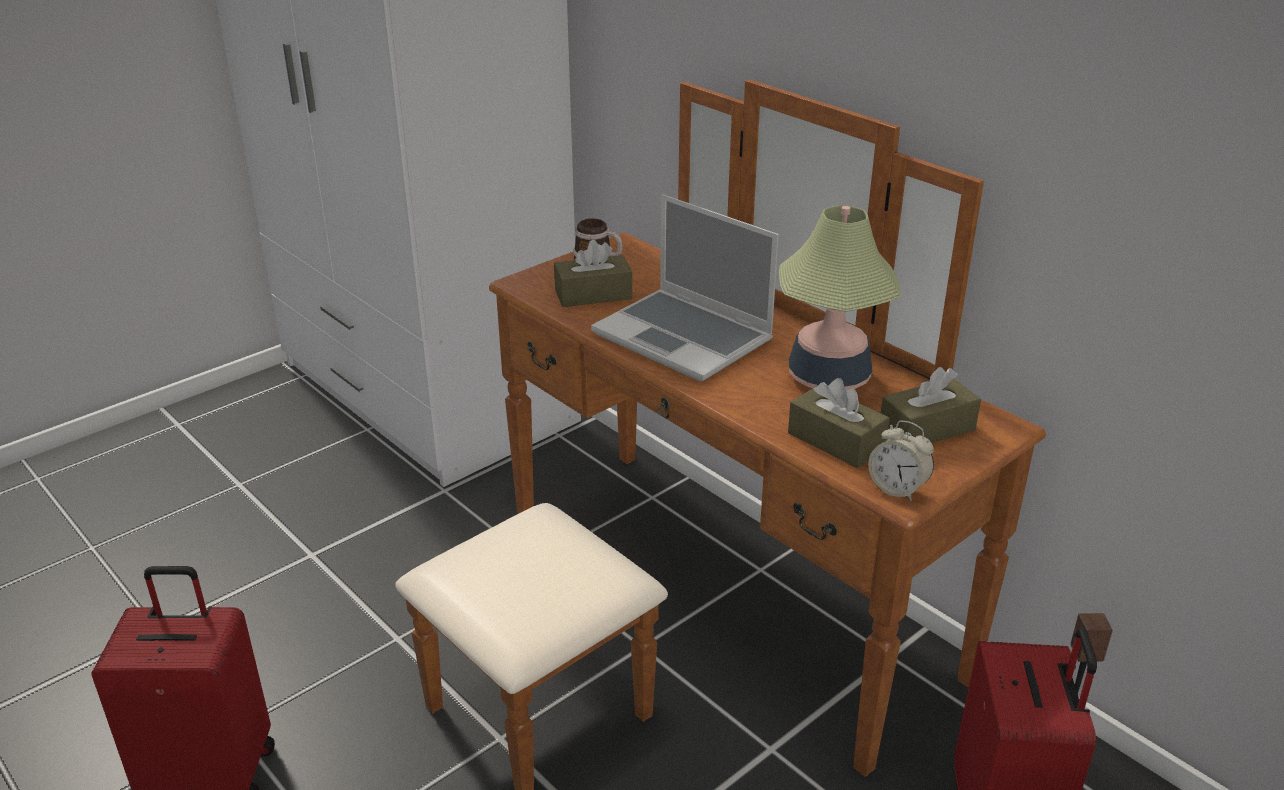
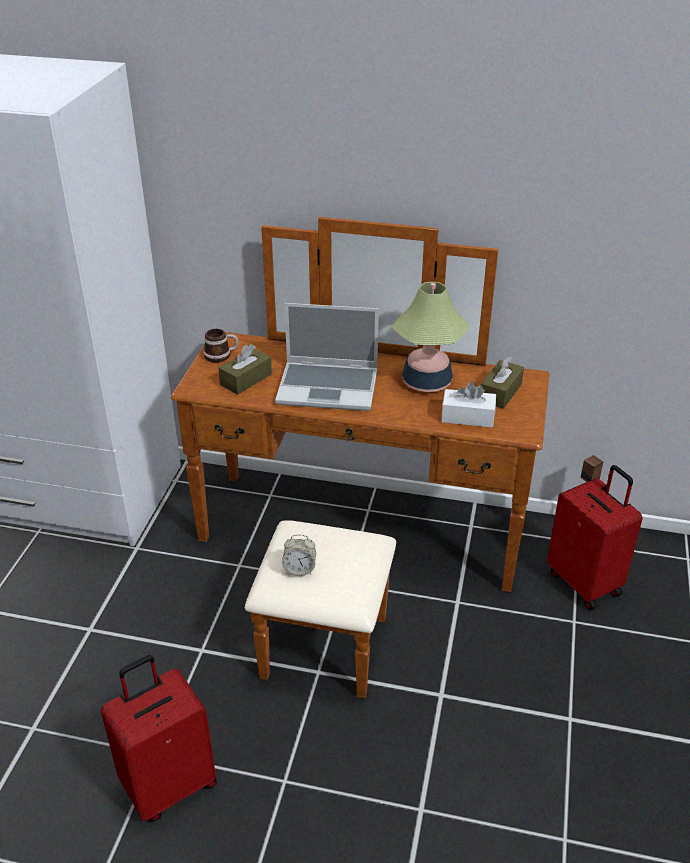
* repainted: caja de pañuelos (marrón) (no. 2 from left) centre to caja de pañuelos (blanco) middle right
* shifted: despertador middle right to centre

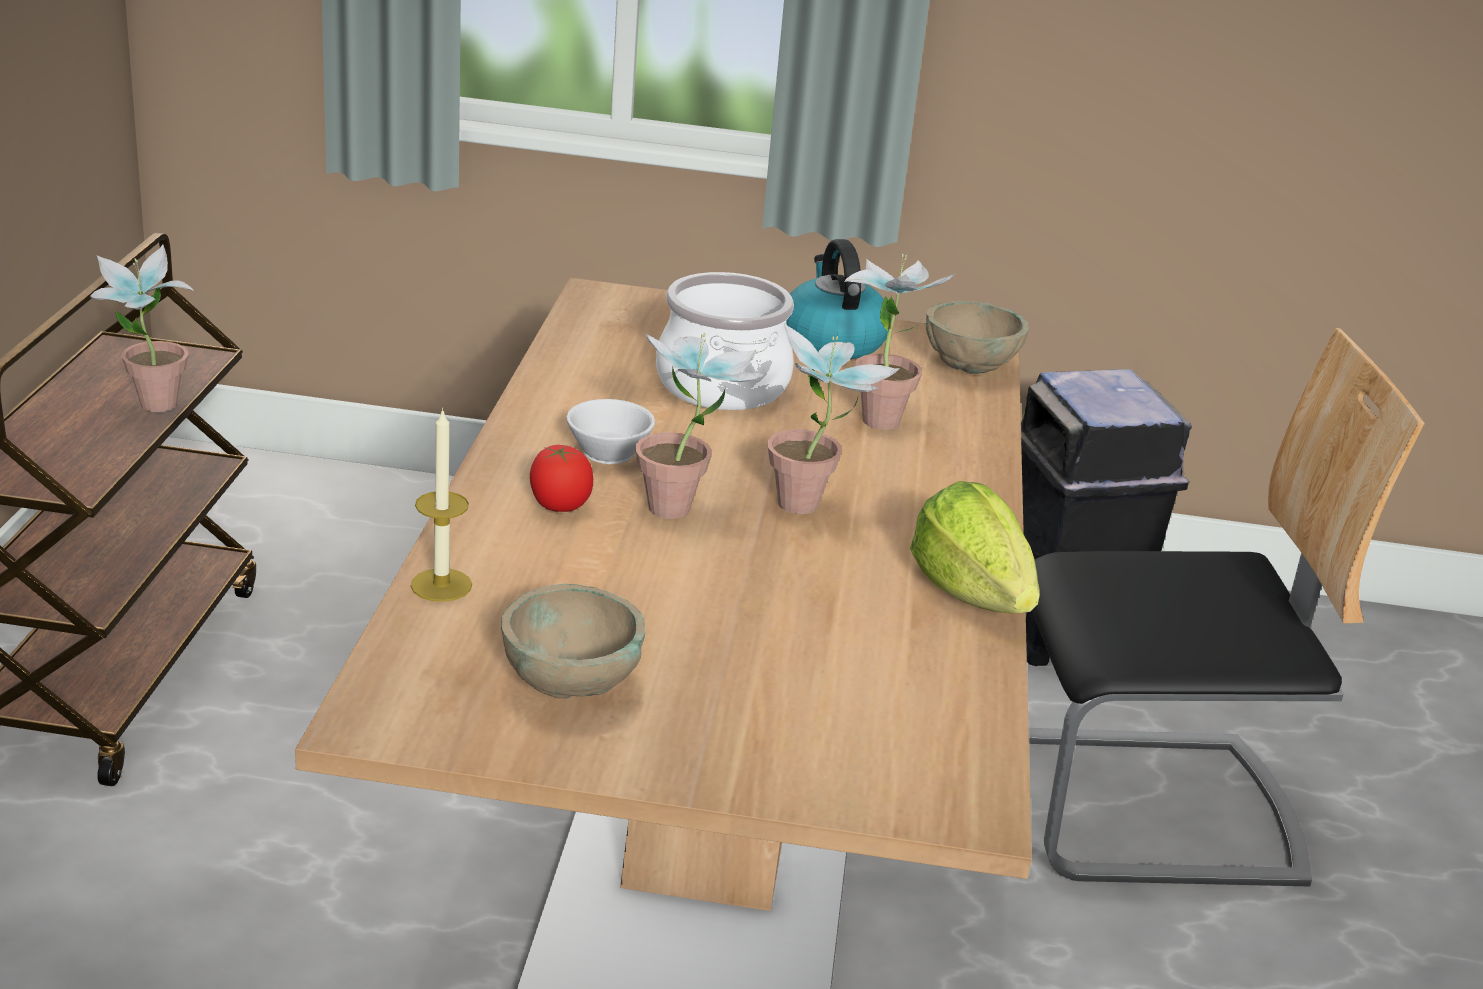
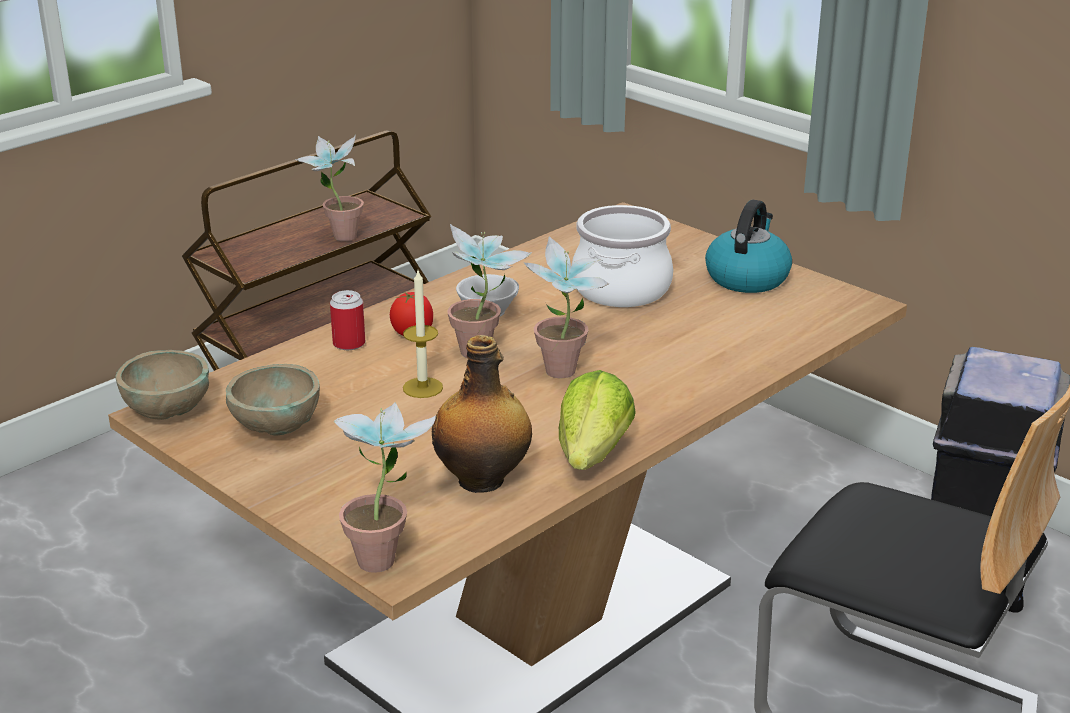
* shifted: vela middle left to centre
* shifted: planta en maceta (no. 4 from left in the first image) centre to planta en maceta (no. 2 from left) bottom centre
* shifted: cuenco (beis) (no. 2 from left in the first image) centre to cuenco (beis) (no. 1 from left) middle left
* new: lata middle left
* new: botella centre

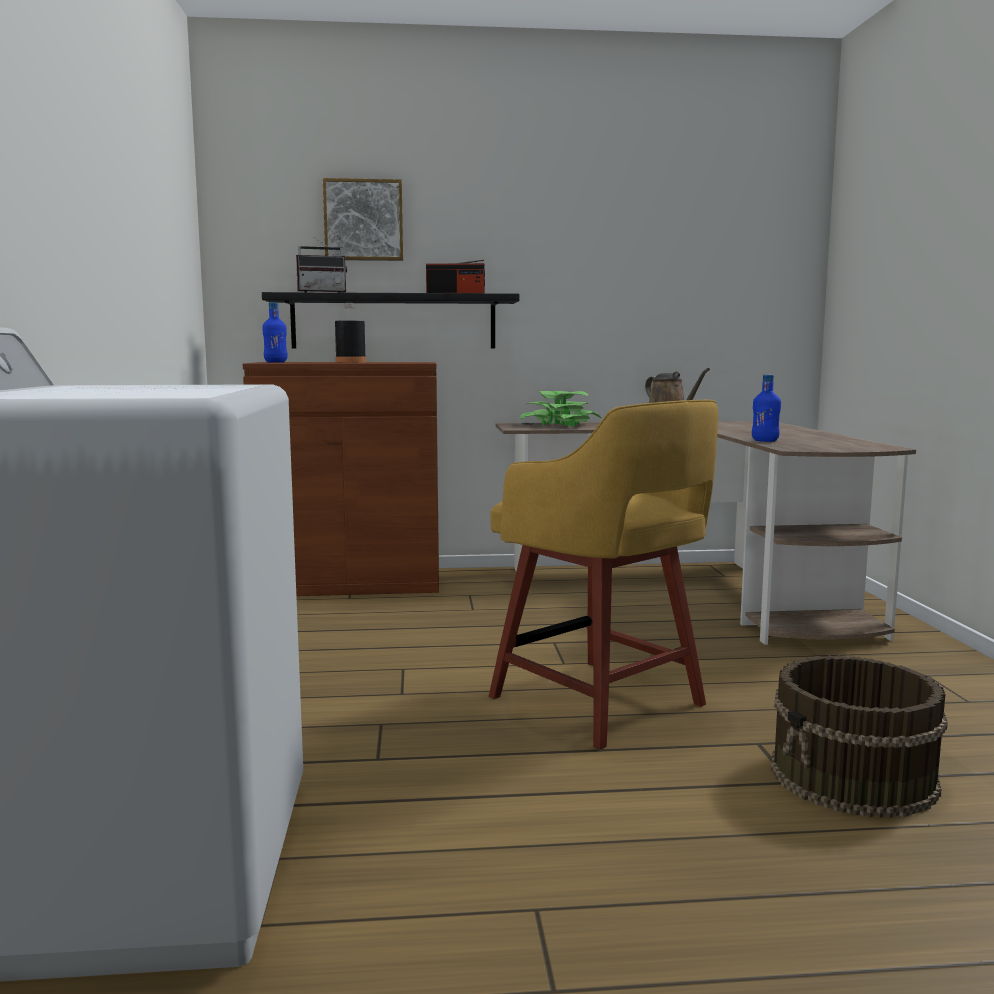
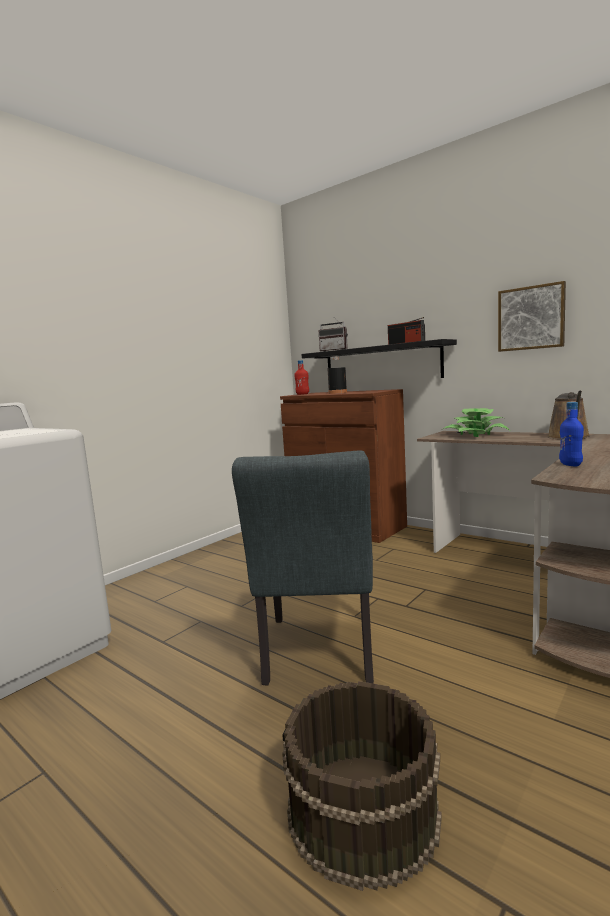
* repainted: botella (azul) (no. 1 from left) middle left to botella (rojo) centre
* shifted: cuadro top centre to middle right
* swapped: taburete (amarillo) centre to silla (gris) centre

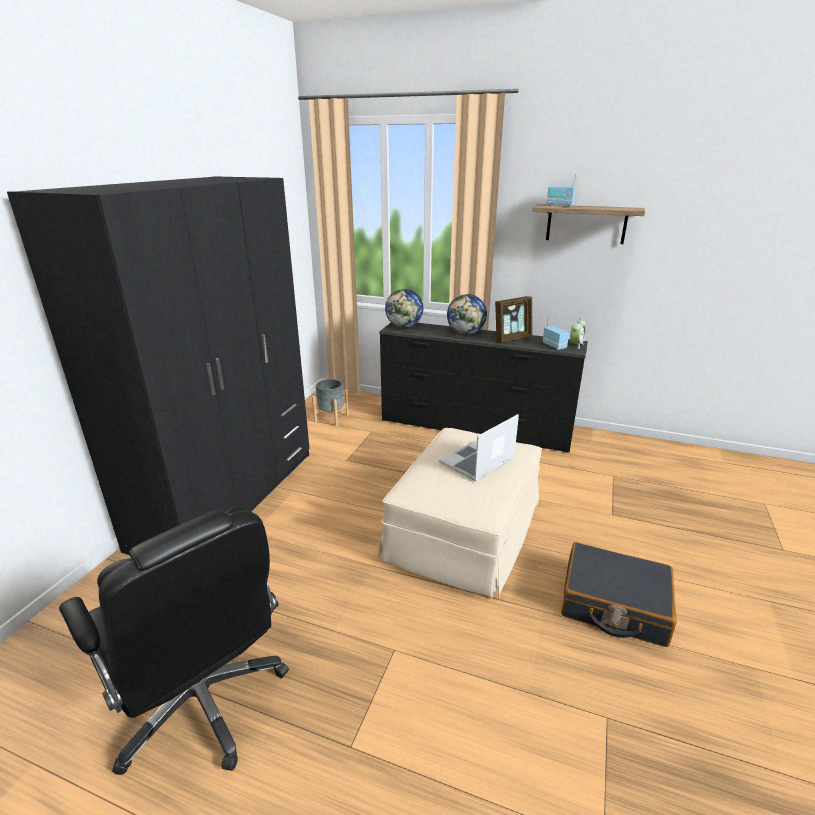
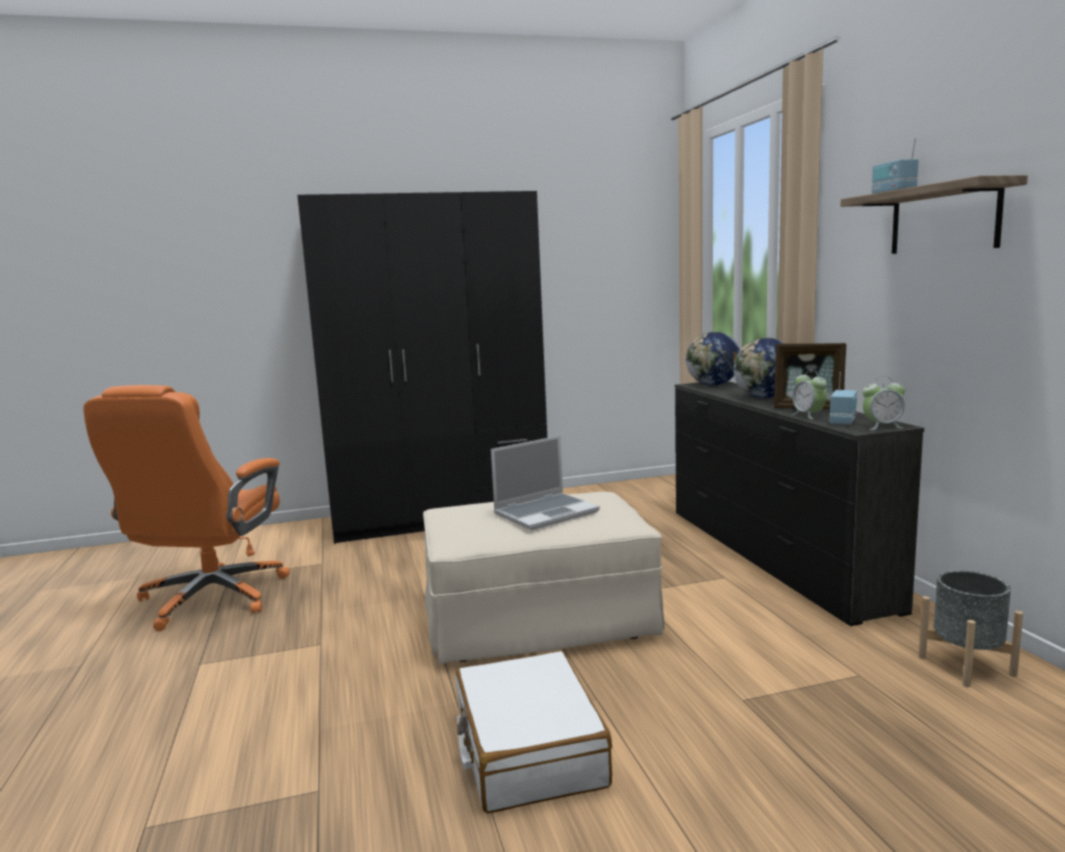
* repainted: silla de oficina (negro) bottom left to silla de oficina (naranja) middle left
* shifted: maceta (gris) centre to bottom right
* rotated: portátil centre = centre 135 degrees clockwise
* repainted: maleta (negro) bottom right to maleta (blanco) bottom centre
* new: despertador (no. 1 from left) middle right

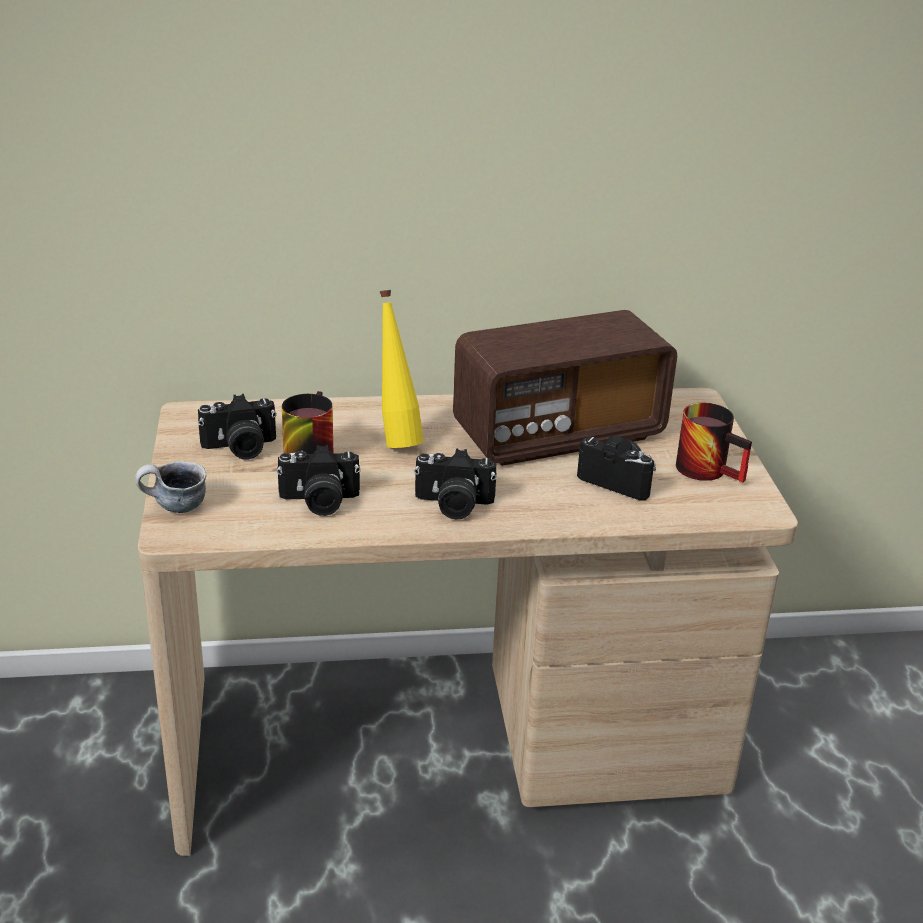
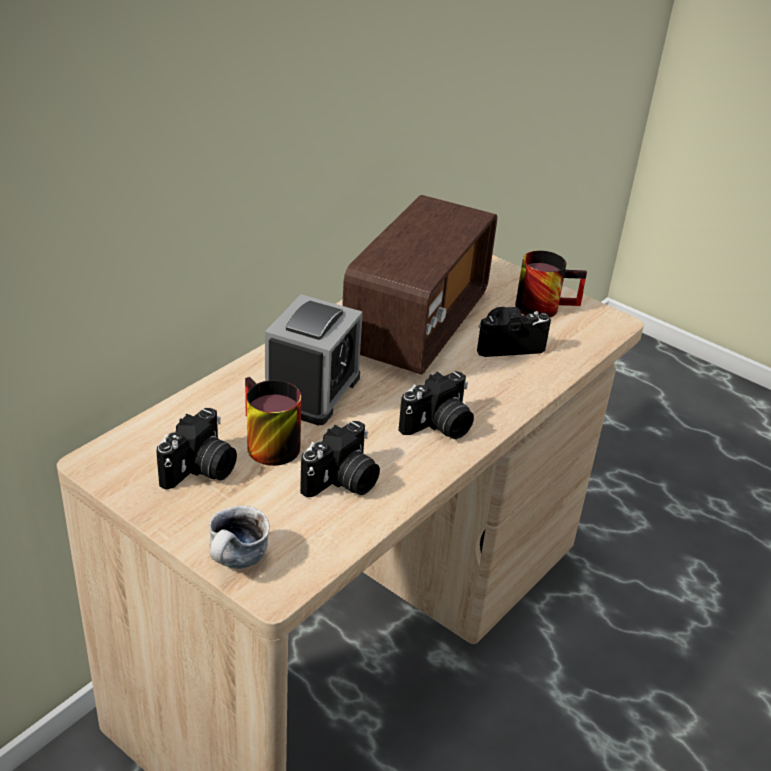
* swapped: botella (amarillo) centre to despertador centre

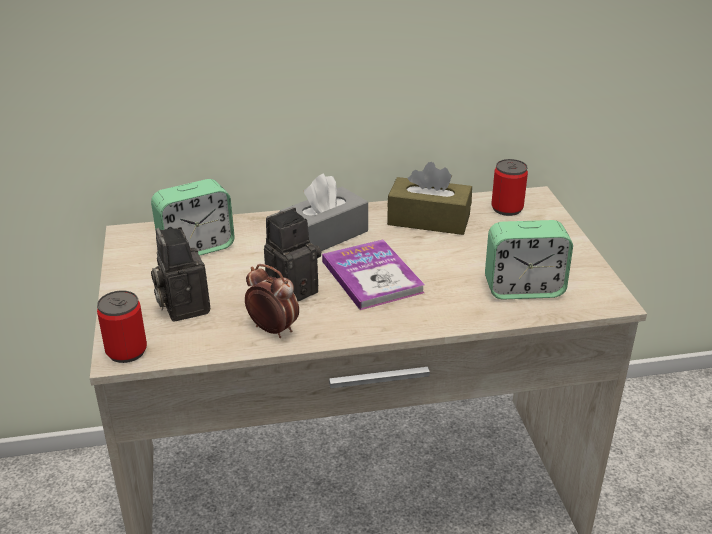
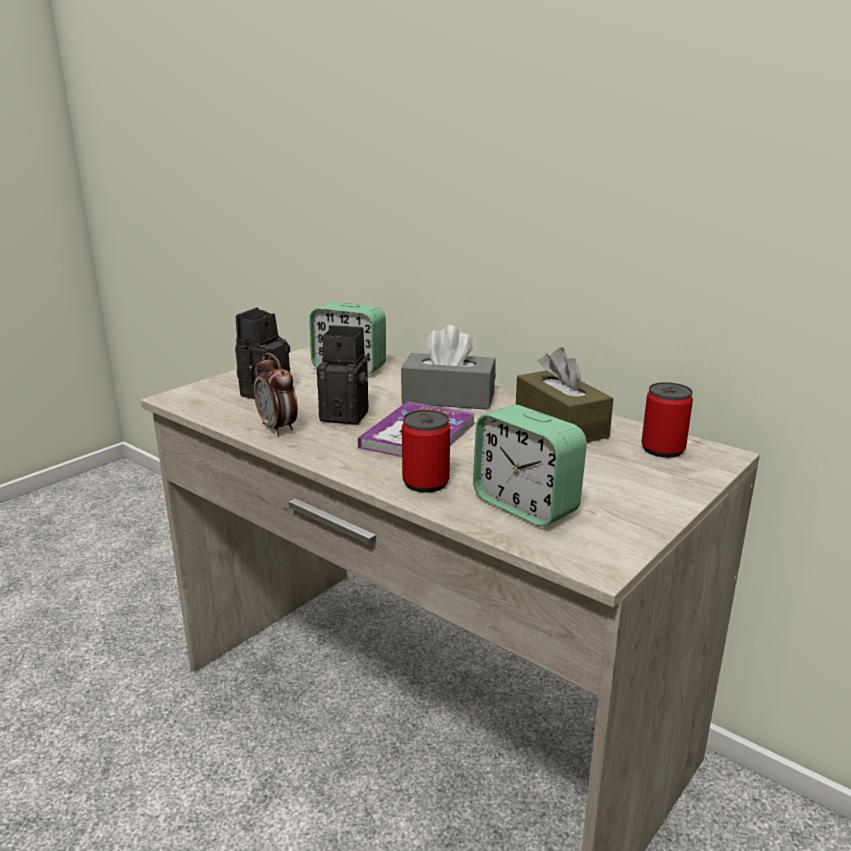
* shifted: lata (no. 1 from left) middle left to centre
* rotated: despertador (no. 2 from left in the first image) centre = middle left 150 degrees clockwise

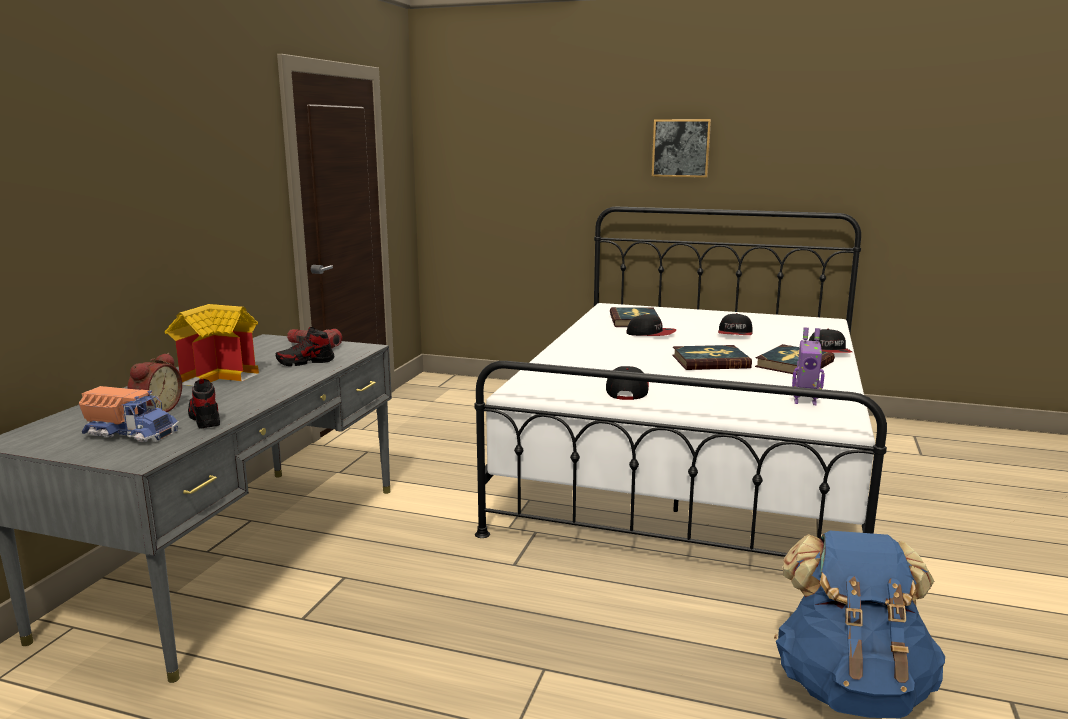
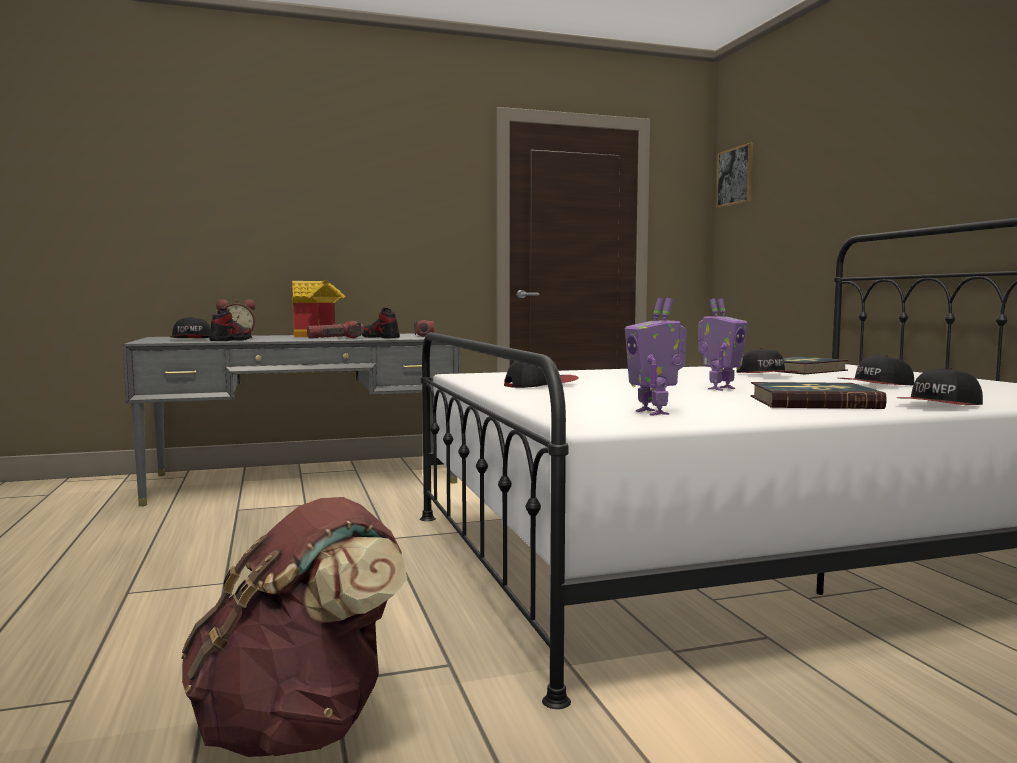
* swapped: camión de juguete middle left to gorra (no. 1 from left) middle left
* shifted: cuadro top centre to top right
* swapped: libro (no. 2 from left) middle right to robot de juguete (no. 2 from left) middle right
* repainted: mochila (azul) bottom right to mochila (marrón) bottom left
* new: linterna (no. 1 from left) middle left

